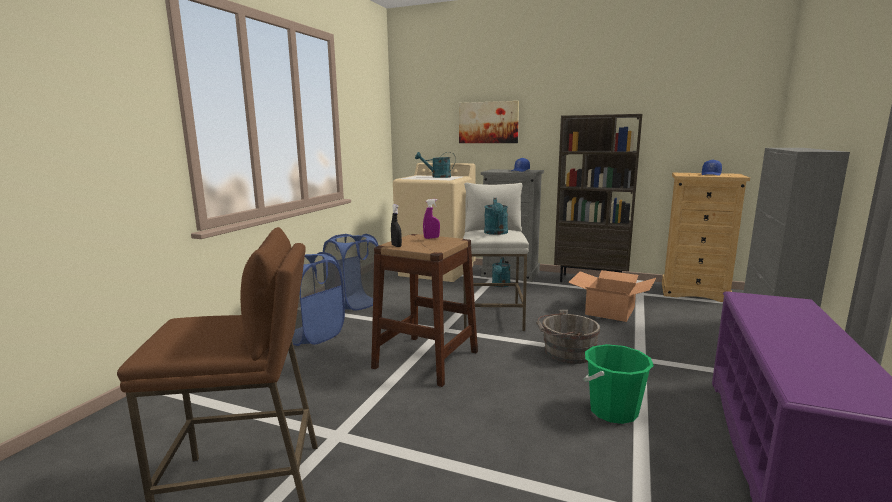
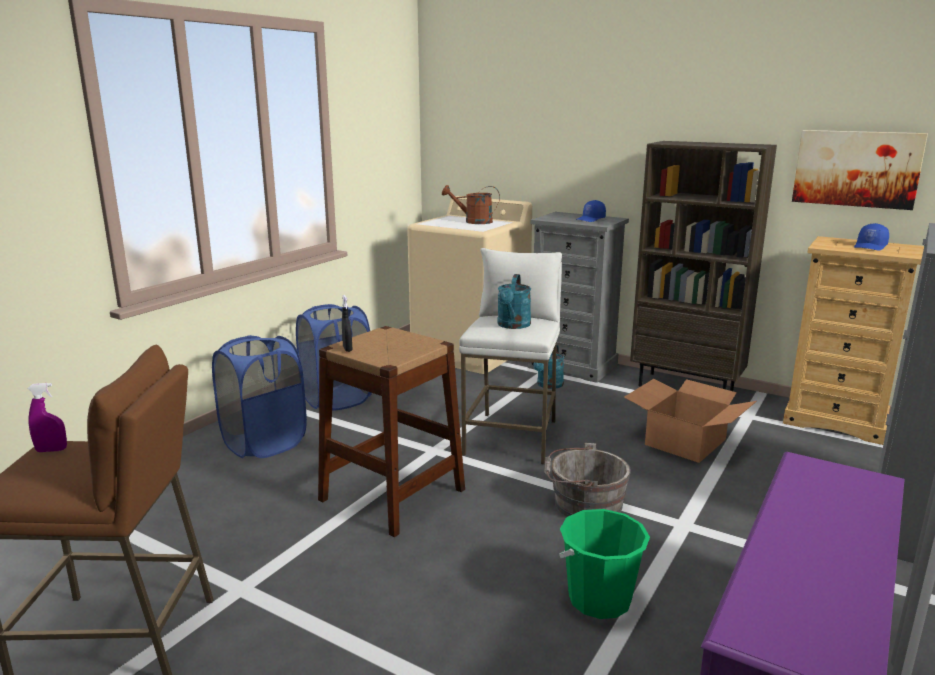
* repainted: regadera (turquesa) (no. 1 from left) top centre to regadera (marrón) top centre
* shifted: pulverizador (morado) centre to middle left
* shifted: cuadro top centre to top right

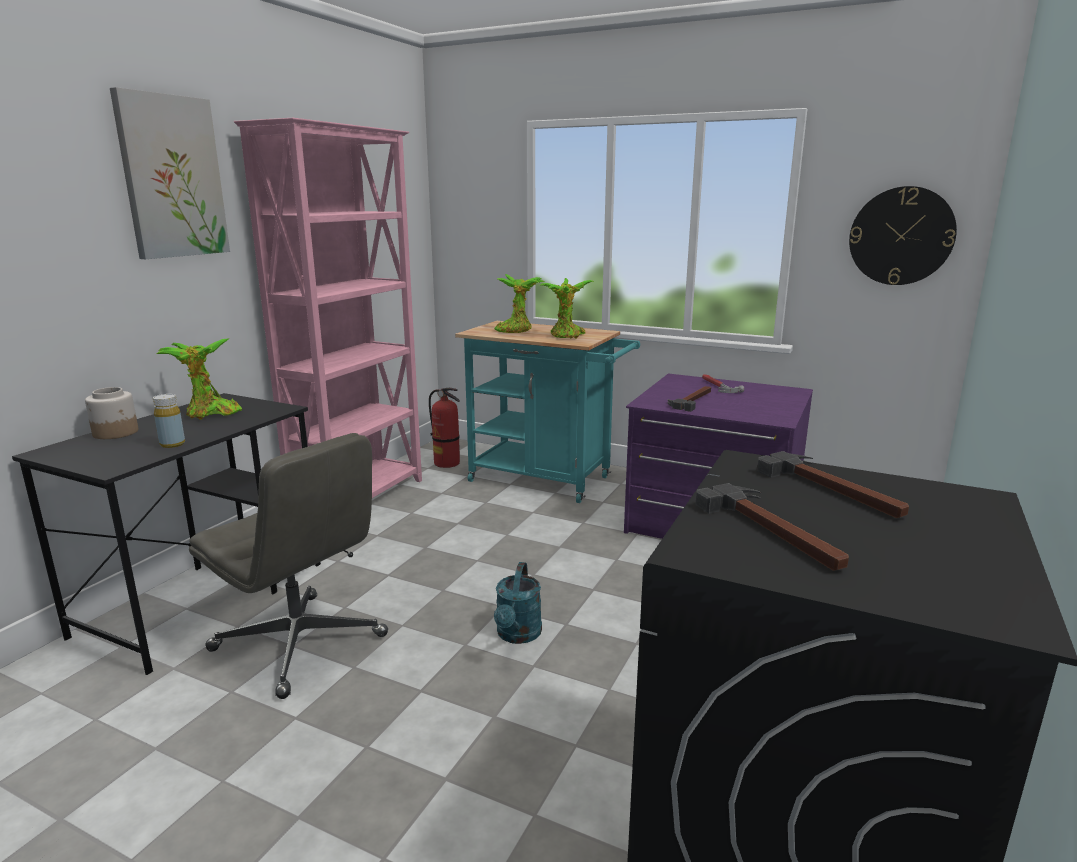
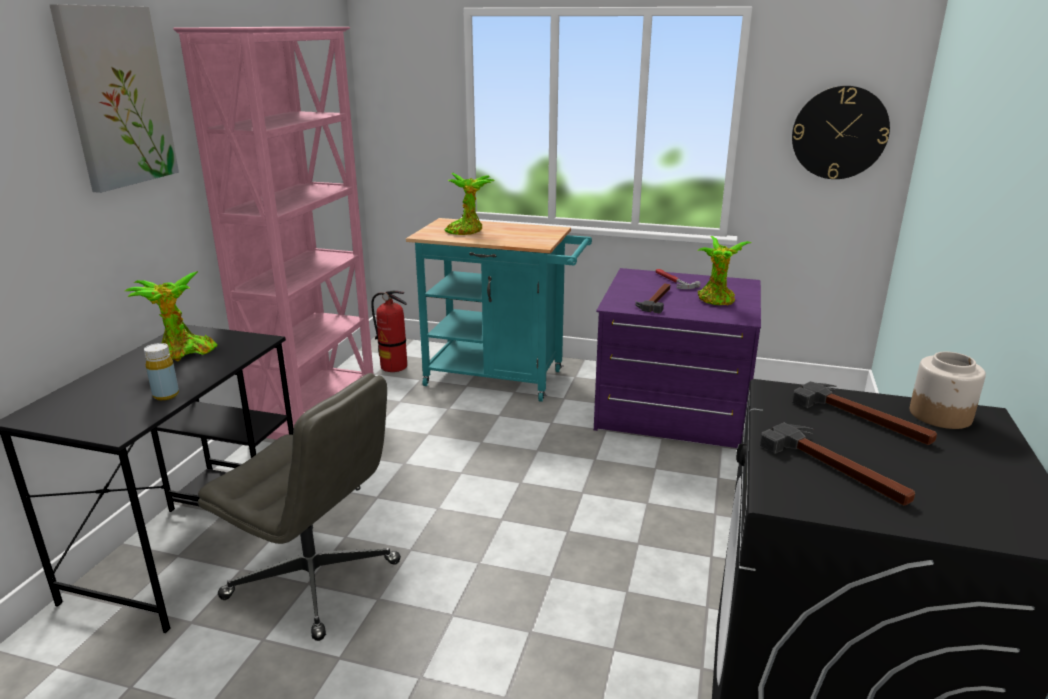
* shifted: tarro middle left to middle right
* gone: regadera (turquesa) bottom centre
* shifted: planta en maceta (no. 3 from left) centre to middle right

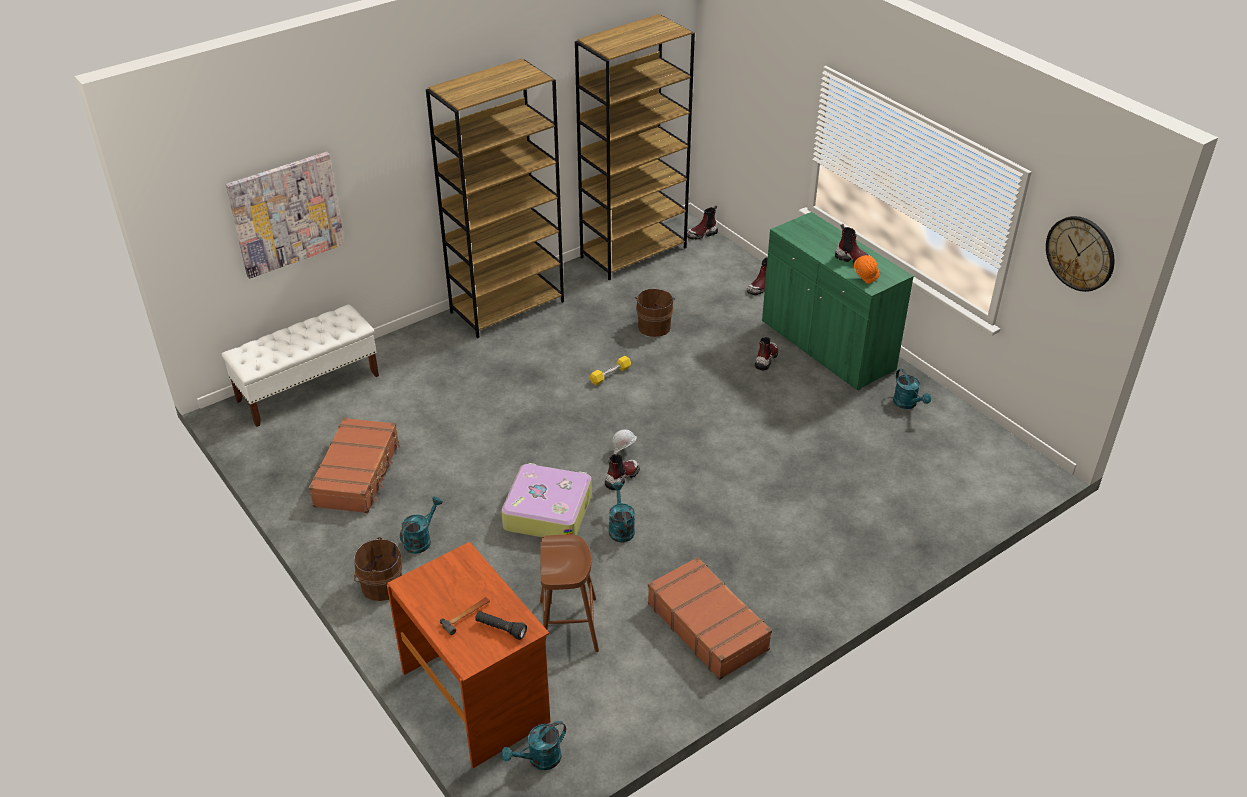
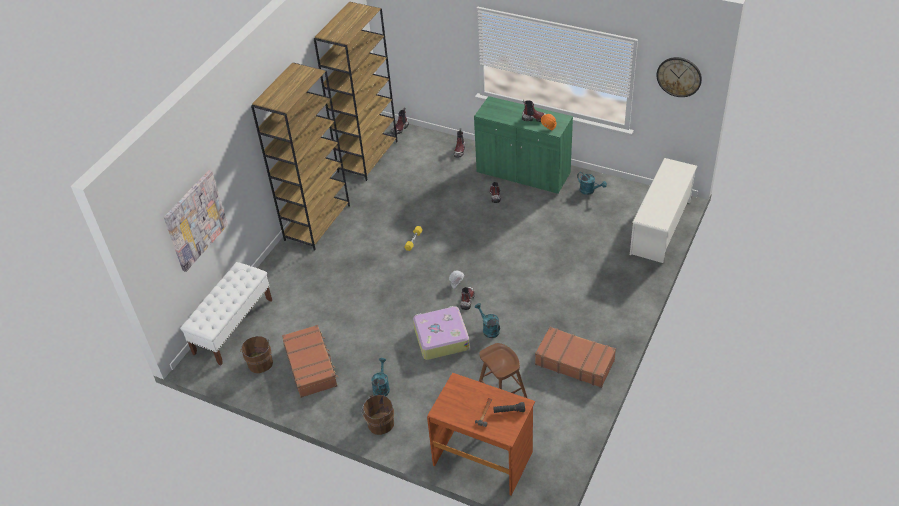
* gone: regadera (turquesa) (no. 2 from left) bottom centre
* shifted: cubo (marrón) (no. 2 from left in the first image) centre to cubo (marrón) (no. 1 from left) bottom left
* new: zapatero (blanco) middle right

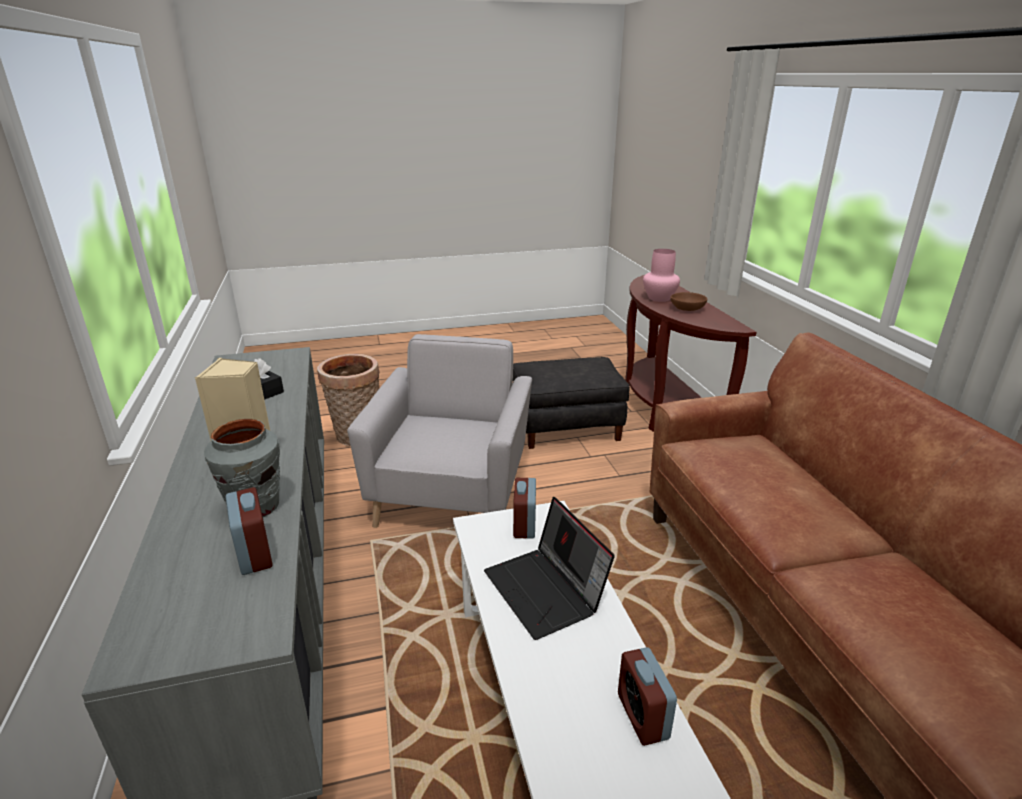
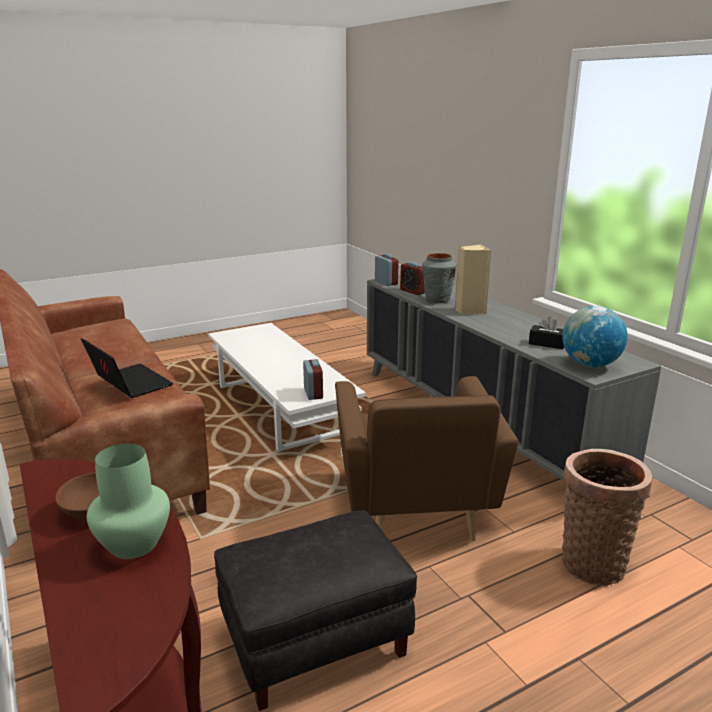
* repainted: sillón (gris) centre to sillón (marrón) centre
* shifted: portátil bottom centre to middle left
* shifted: despertador (no. 3 from left in the first image) bottom centre to despertador (no. 2 from left) centre
* repainted: florero (rosa) centre to florero (verde) bottom left
* new: globo terráqueo middle right

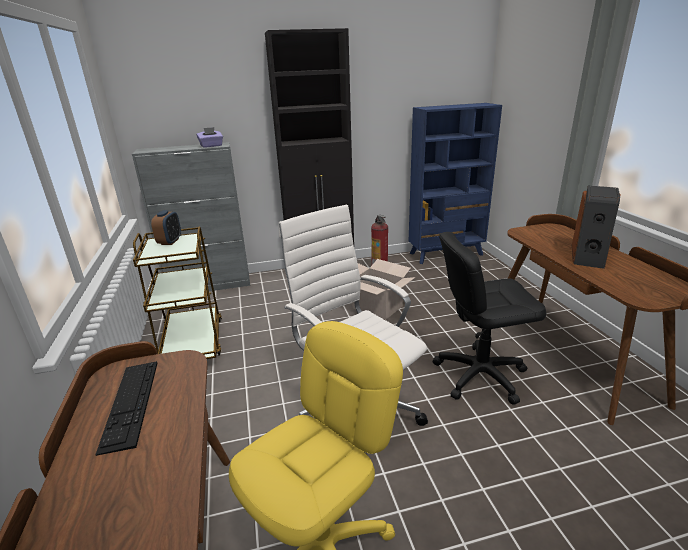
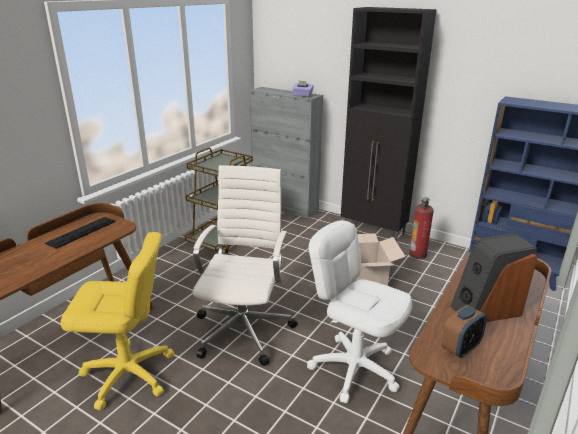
* shifted: despertador middle left to bottom right
* repainted: silla de oficina (negro) middle right to silla de oficina (blanco) (no. 2 from left) bottom centre

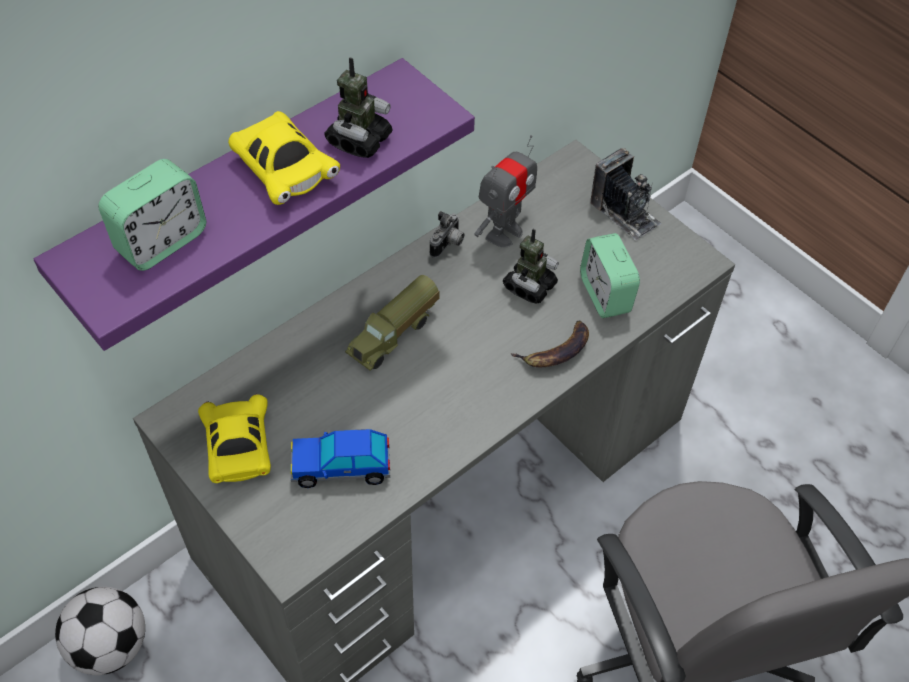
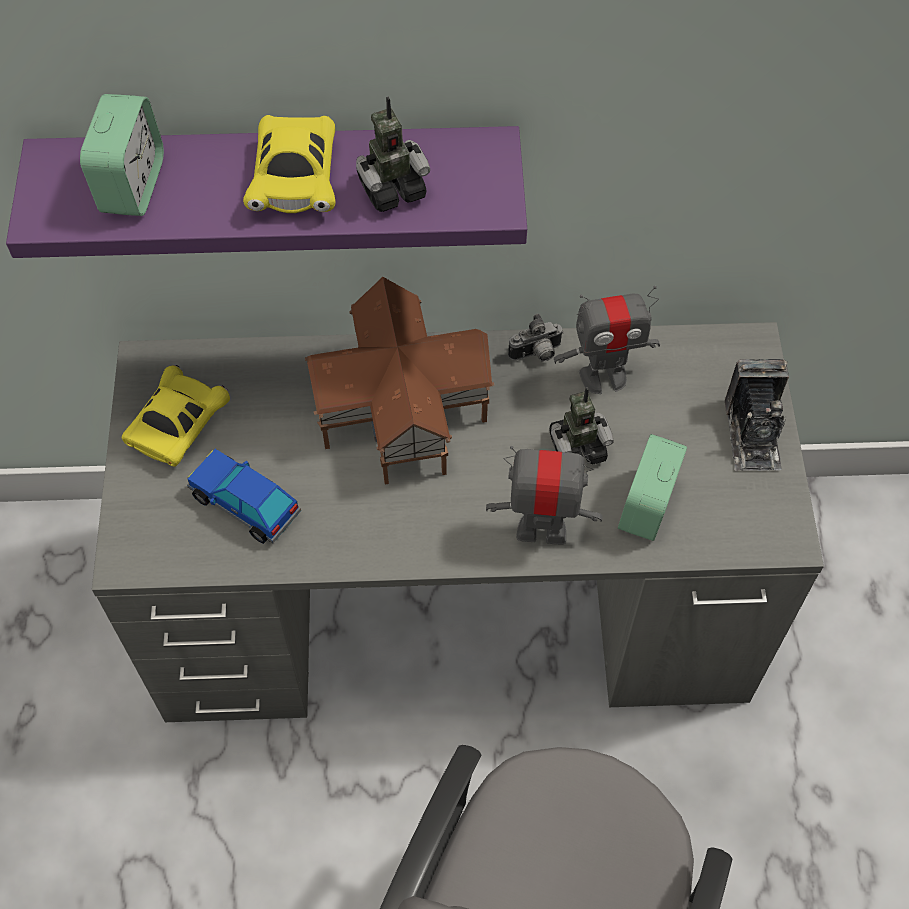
* gone: balón de fútbol bottom left
* rotated: despertador (no. 1 from left) top left = top left 75 degrees counterclockwise
* swapped: camión de juguete centre to casita centre
* swapped: plátano centre to robot de juguete (no. 2 from left) centre

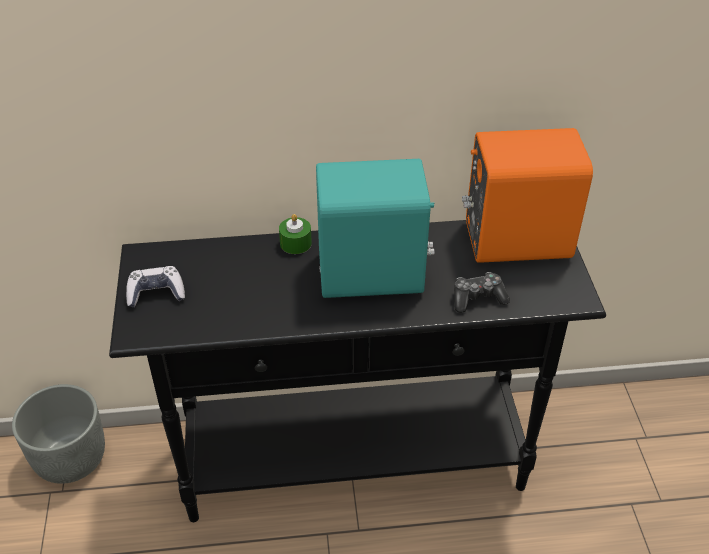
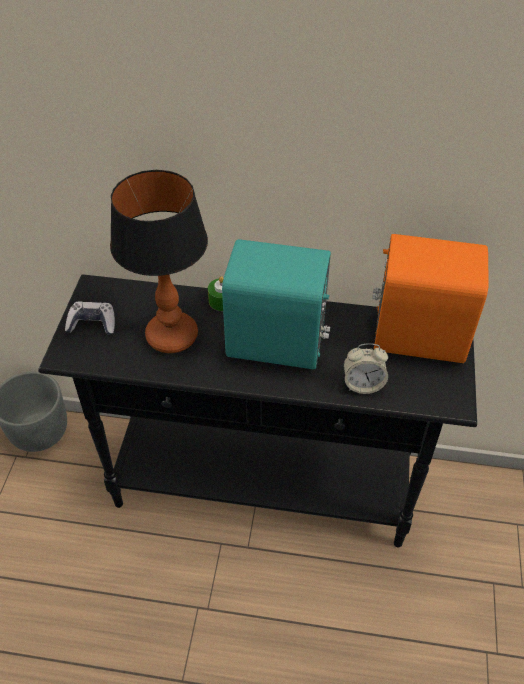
* swapped: mando de consola (no. 2 from left) middle right to despertador middle right
* new: lámpara de mesa middle left

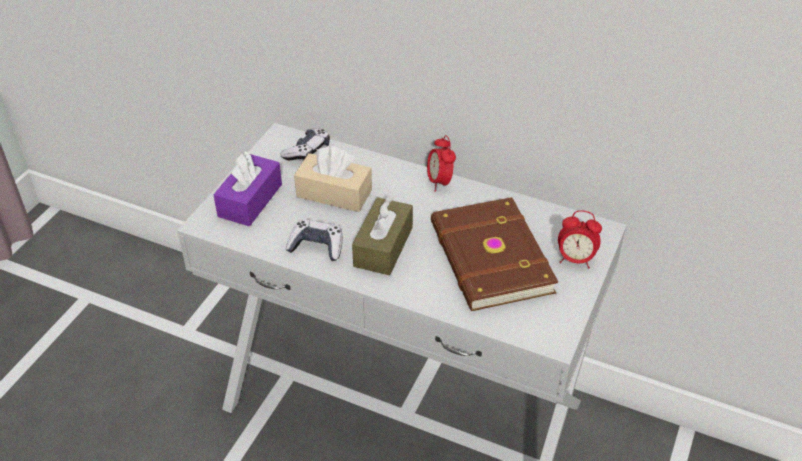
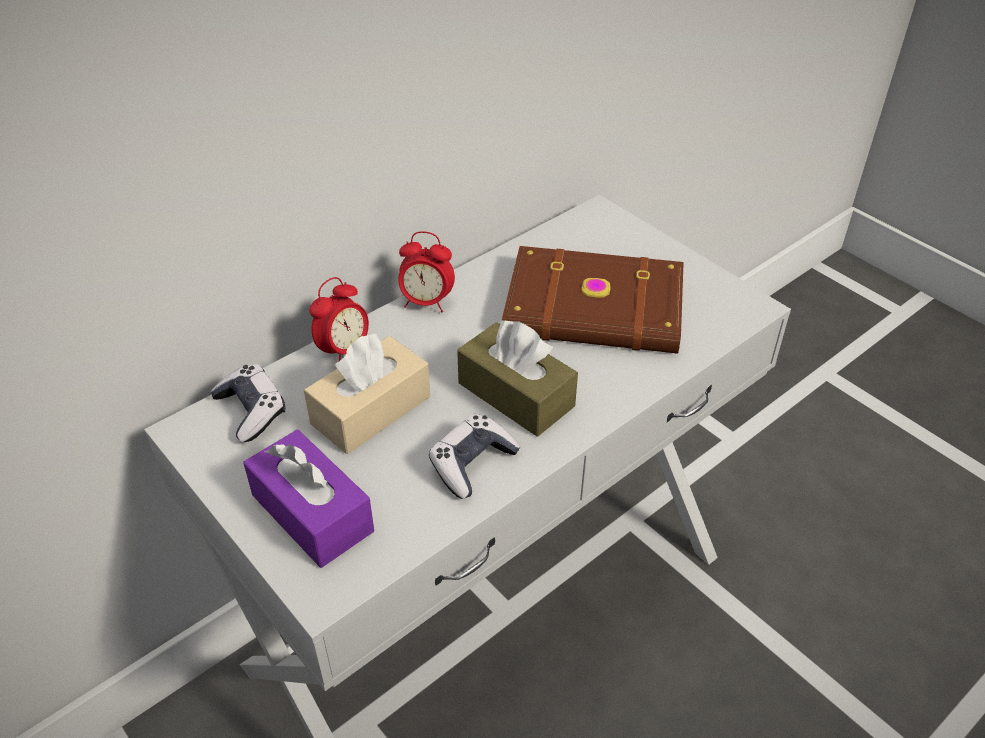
* shifted: despertador (no. 2 from left in the first image) middle right to despertador (no. 1 from left) centre

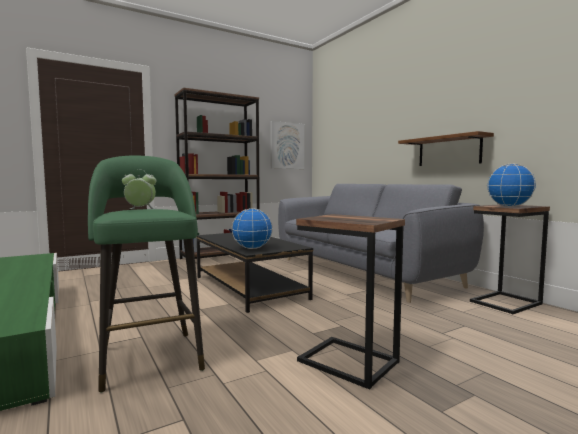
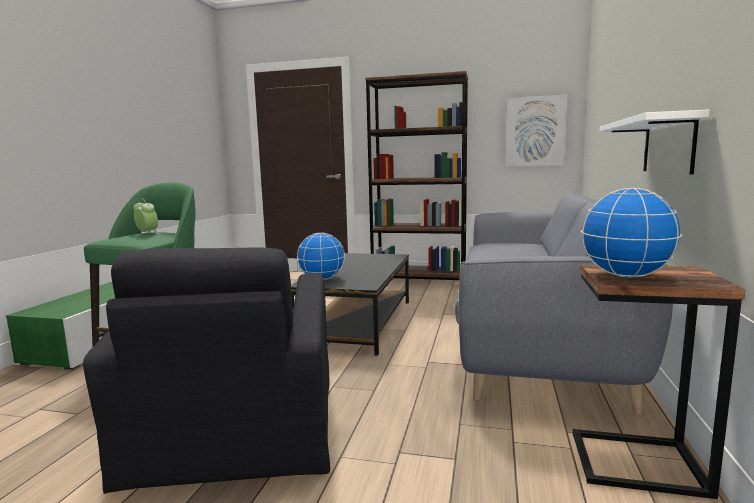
* swapped: mesa auxiliar (no. 1 from left) bottom centre to sillón (negro) bottom left
* repainted: estante (marrón) middle right to estante (blanco) top right

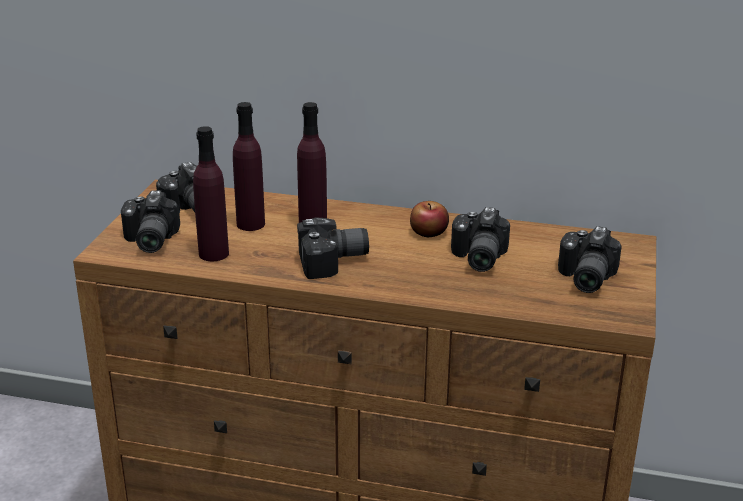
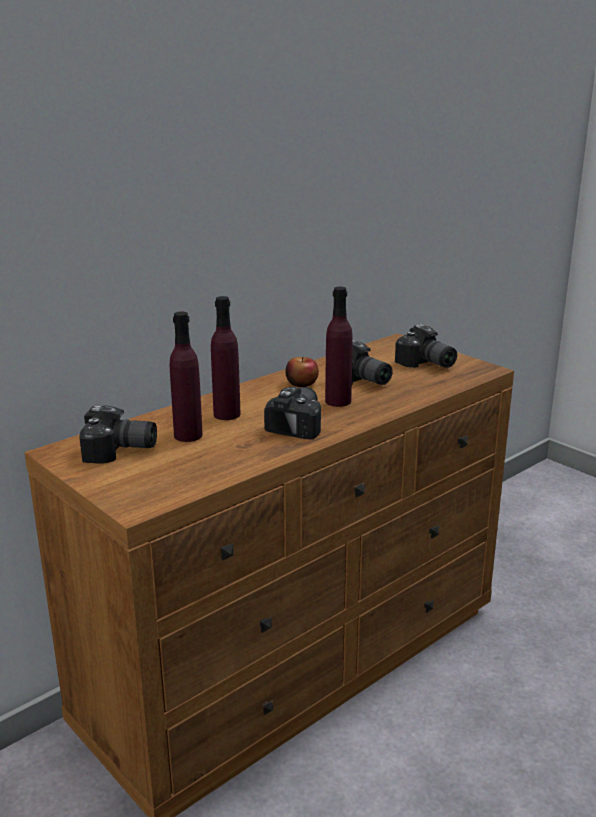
* gone: cámara (no. 1 from left) middle left
* shifted: botella (morado) (no. 1 from left in the first image) middle left to botella (morado) (no. 3 from left) centre

